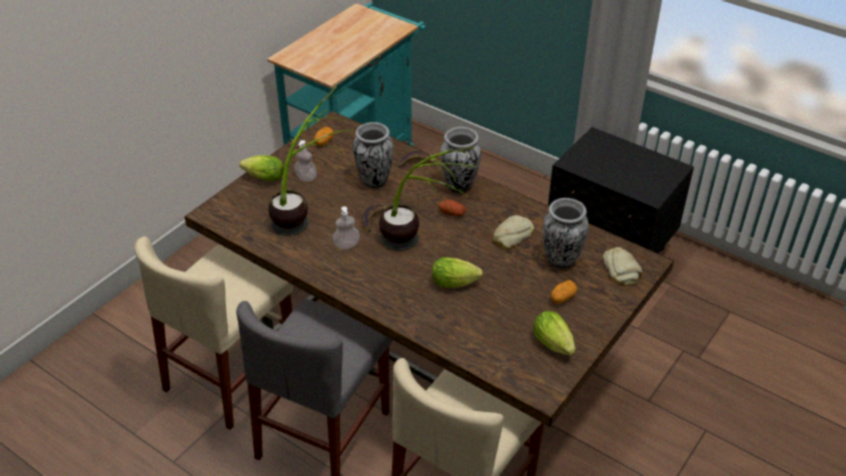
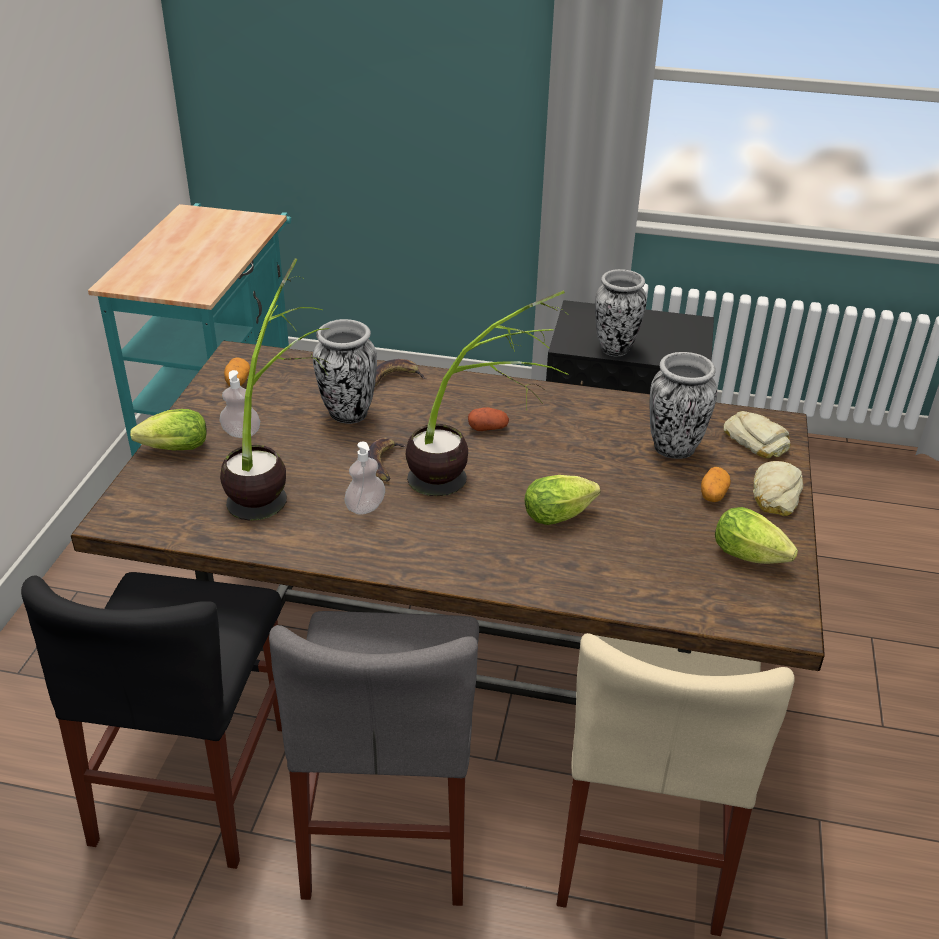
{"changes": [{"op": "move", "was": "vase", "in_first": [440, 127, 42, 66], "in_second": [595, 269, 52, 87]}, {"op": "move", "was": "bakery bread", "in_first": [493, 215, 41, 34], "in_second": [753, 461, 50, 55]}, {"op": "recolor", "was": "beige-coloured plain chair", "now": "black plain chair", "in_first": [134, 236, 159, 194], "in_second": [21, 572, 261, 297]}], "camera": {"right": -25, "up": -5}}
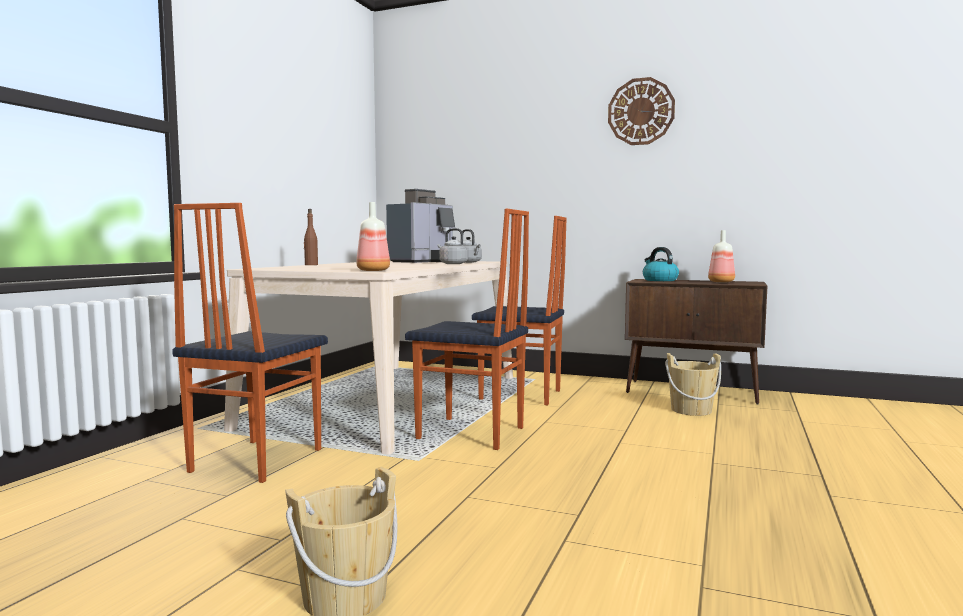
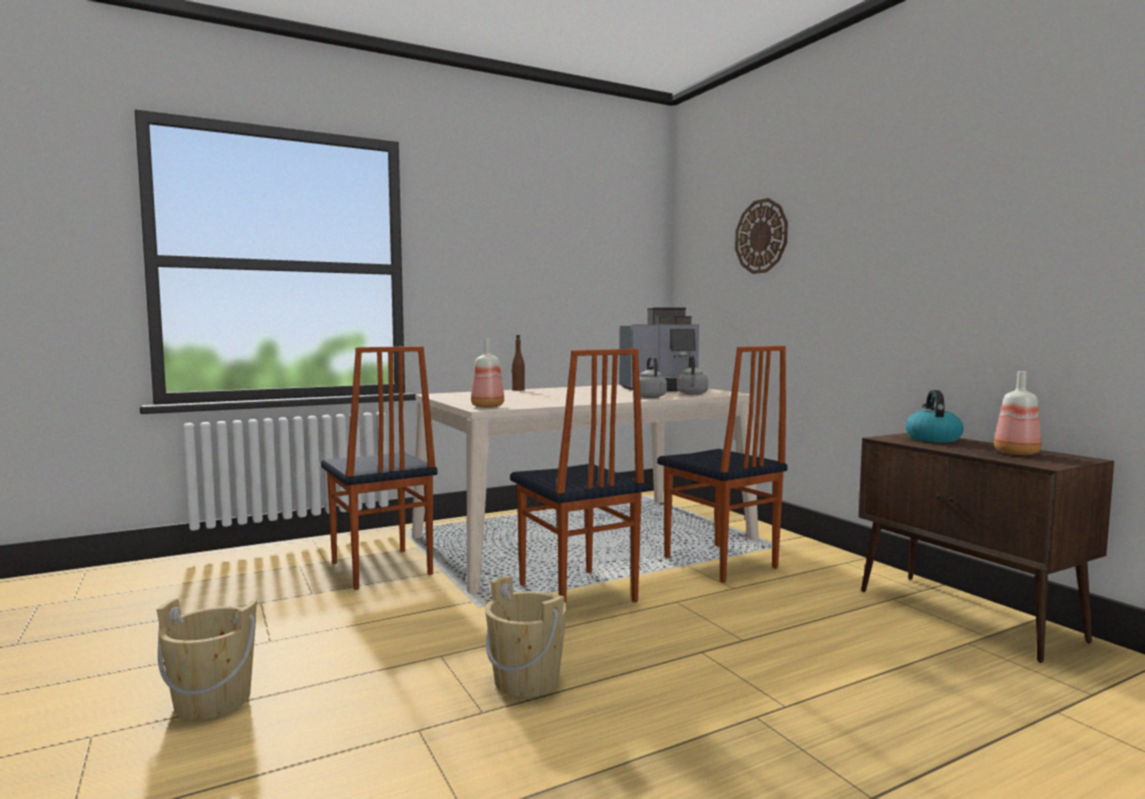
{"changes": [{"op": "move", "was": "wall clock", "in_first": [608, 77, 67, 68], "in_second": [735, 198, 53, 76]}, {"op": "move", "was": "beige-coloured bucket", "in_first": [665, 353, 56, 63], "in_second": [485, 575, 82, 122]}, {"op": "rotate", "was": "plain chair", "in_first": [172, 203, 156, 280], "in_second": [321, 346, 117, 244], "clockwise": -90}], "camera": {"right": 40, "up": 0}}
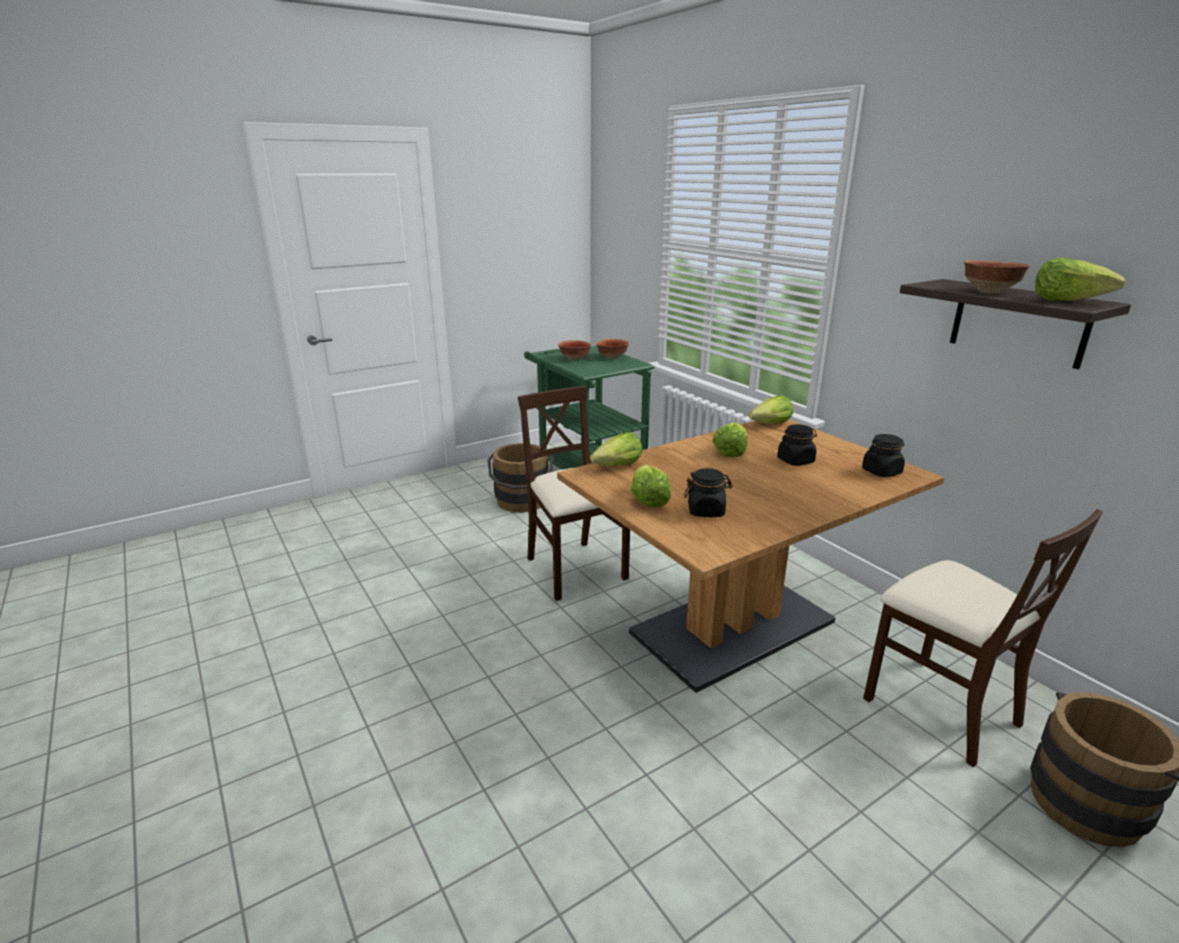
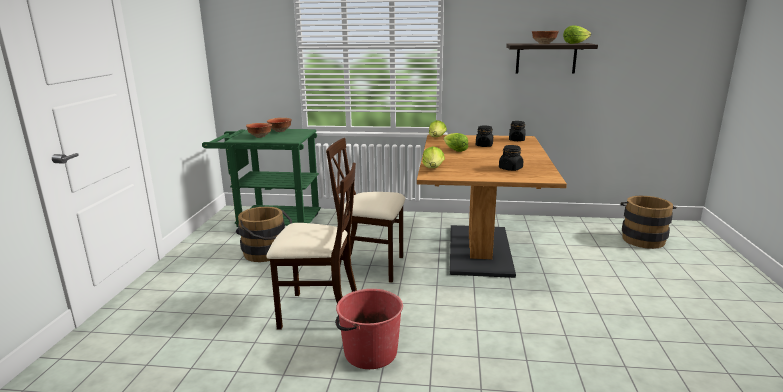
{"changes": [{"op": "delete", "was": "head of lettuce", "in_first": [631, 465, 40, 43]}, {"op": "insert", "now": "red-coloured bucket", "in_second": [335, 289, 68, 80]}, {"op": "move", "was": "beige-coloured plain chair", "in_first": [863, 509, 240, 258], "in_second": [267, 163, 90, 167]}], "camera": {"right": -50, "up": -5}}
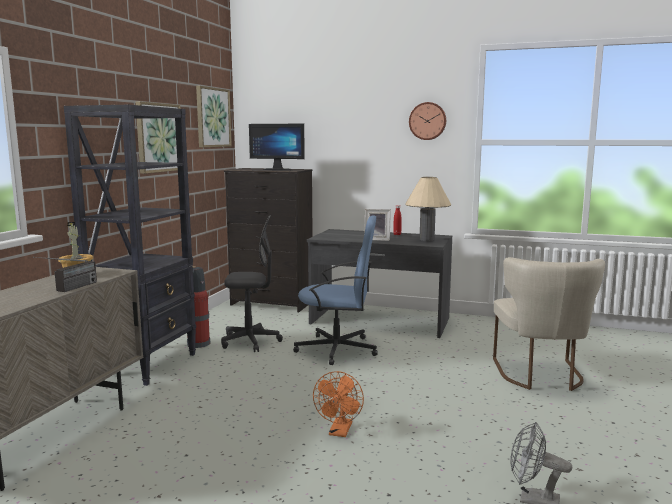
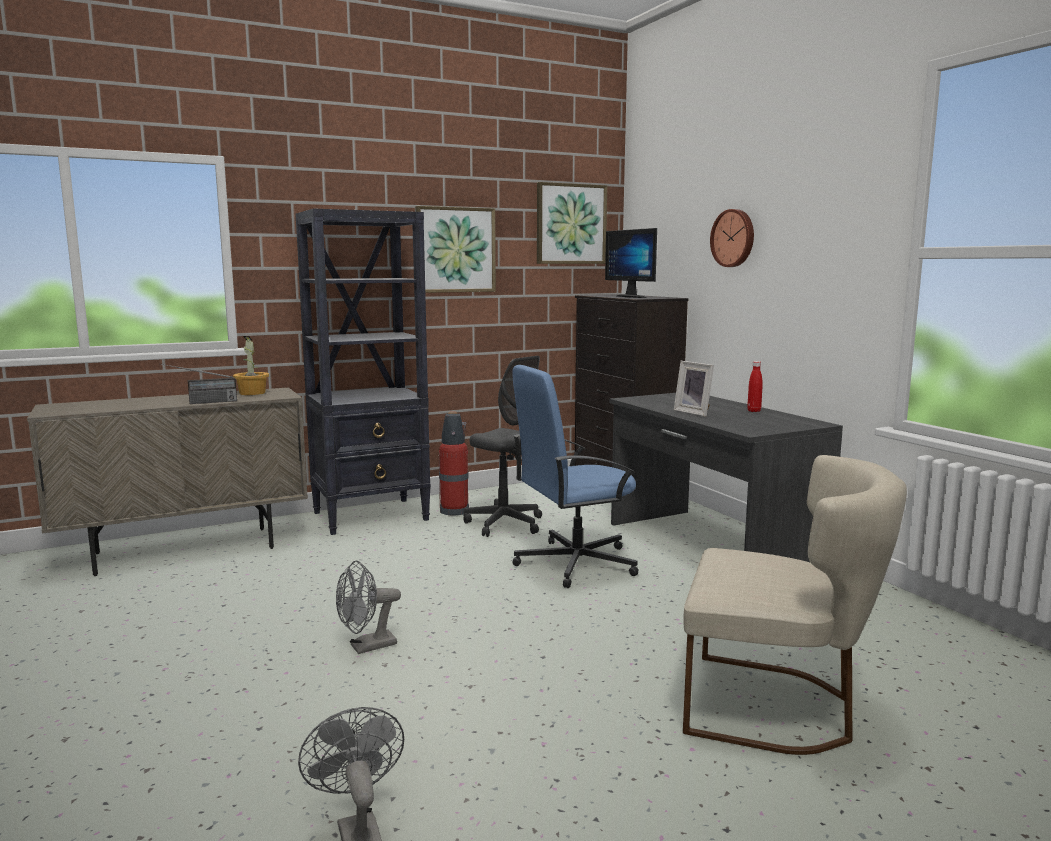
{"changes": [{"op": "delete", "was": "beige-coloured lamp for a table", "in_first": [405, 177, 46, 64]}, {"op": "move", "was": "wall clock", "in_first": [409, 102, 37, 38], "in_second": [710, 209, 44, 58]}, {"op": "recolor", "was": "orangey electric fan", "now": "grey electric fan", "in_first": [313, 371, 51, 66], "in_second": [336, 561, 65, 93]}, {"op": "rotate", "was": "blue-coloured computer chair", "in_first": [293, 215, 85, 150], "in_second": [512, 365, 127, 223], "clockwise": 105}, {"op": "rotate", "was": "beige-coloured plain chair", "in_first": [493, 257, 112, 134], "in_second": [683, 455, 224, 300], "clockwise": -120}], "camera": {"right": 45, "up": 0}}
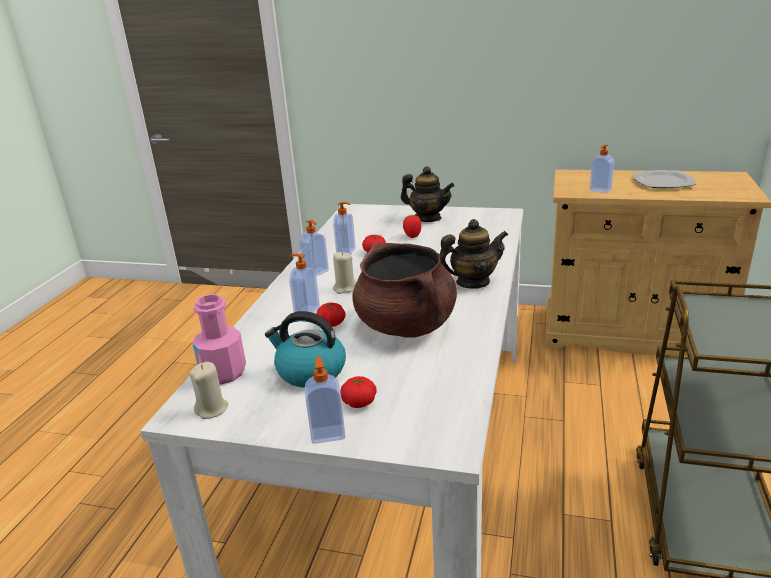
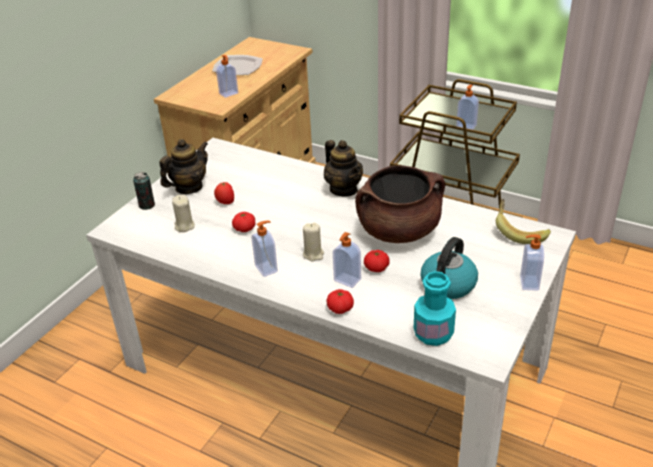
{"changes": [{"op": "insert", "now": "sealed can", "in_second": [133, 172, 22, 38]}, {"op": "insert", "now": "banana", "in_second": [496, 199, 55, 45]}, {"op": "move", "was": "beige-coloured candle", "in_first": [189, 362, 40, 57], "in_second": [172, 195, 23, 37]}, {"op": "move", "was": "soap dispenser", "in_first": [333, 202, 23, 53], "in_second": [456, 84, 23, 46]}, {"op": "move", "was": "whole tomato", "in_first": [340, 376, 37, 32], "in_second": [326, 289, 28, 25]}, {"op": "recolor", "was": "pink drink bottle", "now": "turquoise-coloured drink bottle", "in_first": [192, 294, 54, 91], "in_second": [414, 271, 42, 75]}, {"op": "rotate", "was": "tea pot", "in_first": [440, 219, 68, 70], "in_second": [324, 140, 39, 57], "clockwise": 150}], "camera": {"right": -75, "up": 10}}
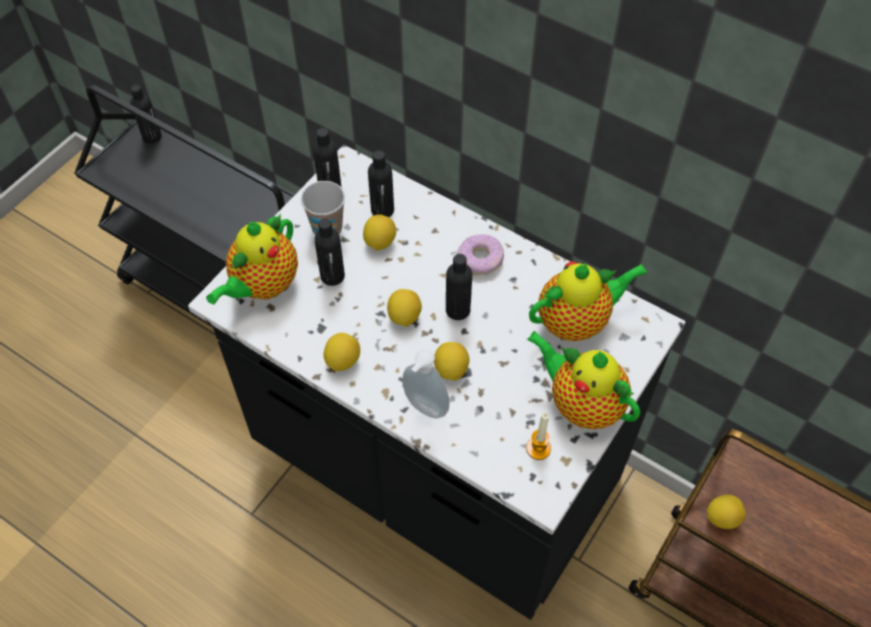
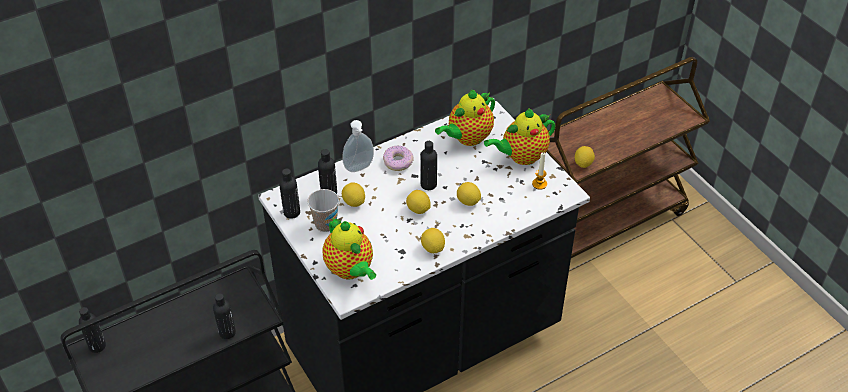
{"changes": [{"op": "move", "was": "black drink bottle", "in_first": [314, 219, 31, 67], "in_second": [213, 293, 23, 46]}, {"op": "move", "was": "soap dispenser", "in_first": [402, 349, 48, 70], "in_second": [342, 120, 32, 52]}, {"op": "rotate", "was": "tea pot", "in_first": [529, 261, 119, 80], "in_second": [435, 90, 60, 56], "clockwise": -135}], "camera": {"right": -65, "up": -10}}
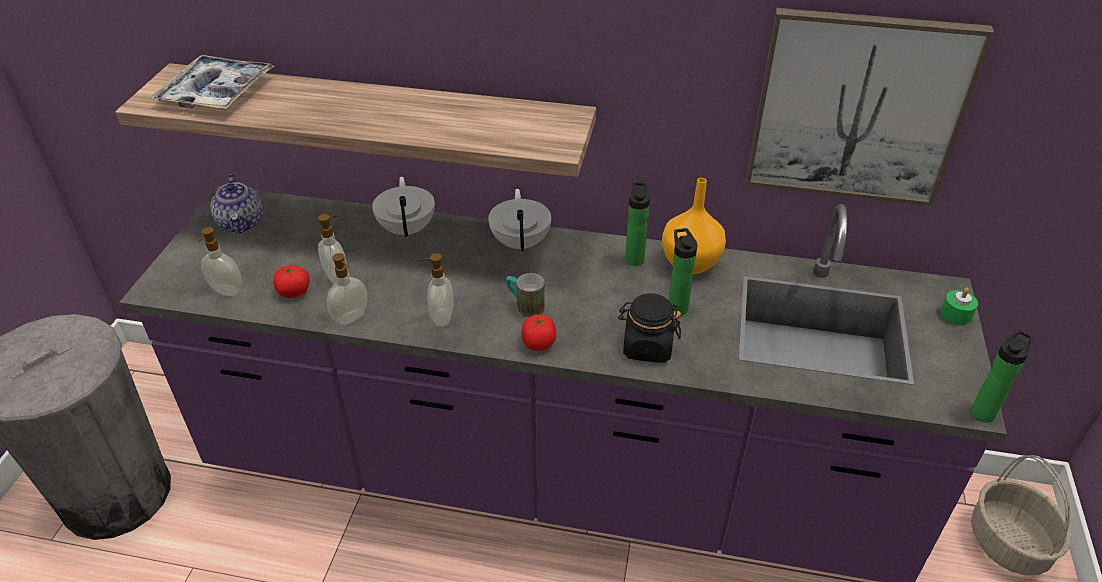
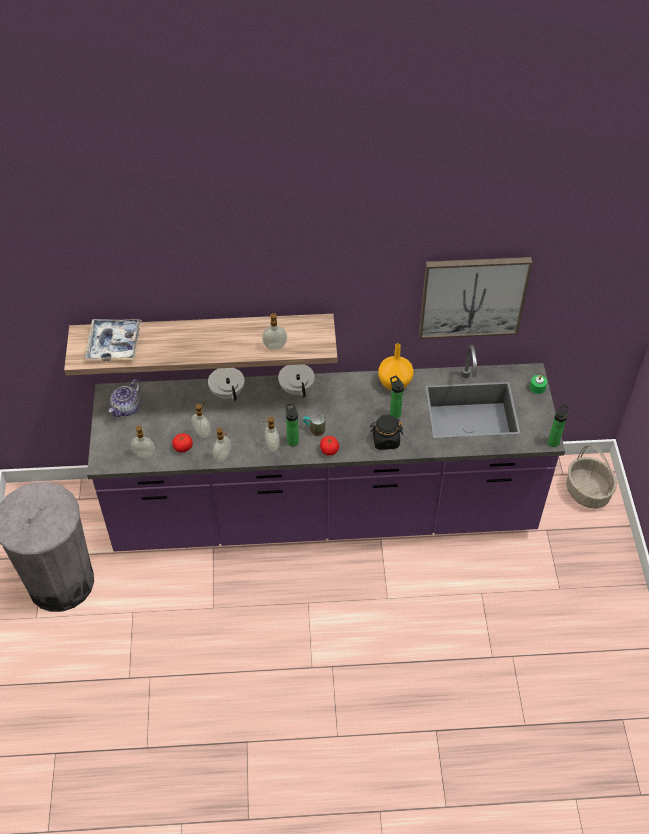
{"changes": [{"op": "insert", "now": "soap dispenser", "in_second": [262, 313, 25, 37]}, {"op": "move", "was": "drink bottle", "in_first": [625, 182, 25, 84], "in_second": [286, 403, 13, 44]}, {"op": "rotate", "was": "tea pot", "in_first": [210, 174, 53, 60], "in_second": [109, 379, 32, 38], "clockwise": 60}], "camera": {"right": -15, "up": 10}}
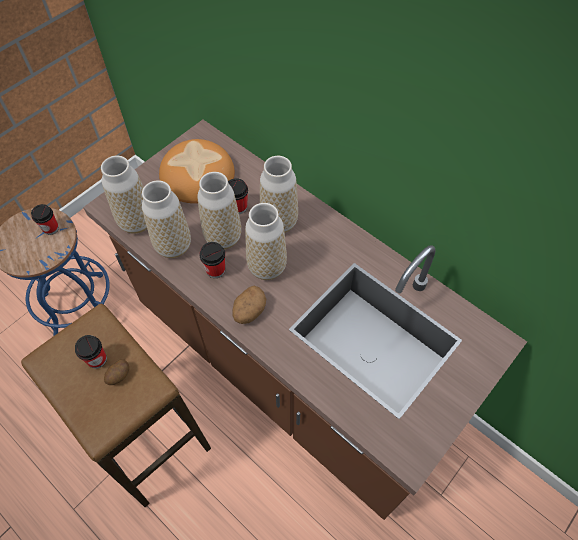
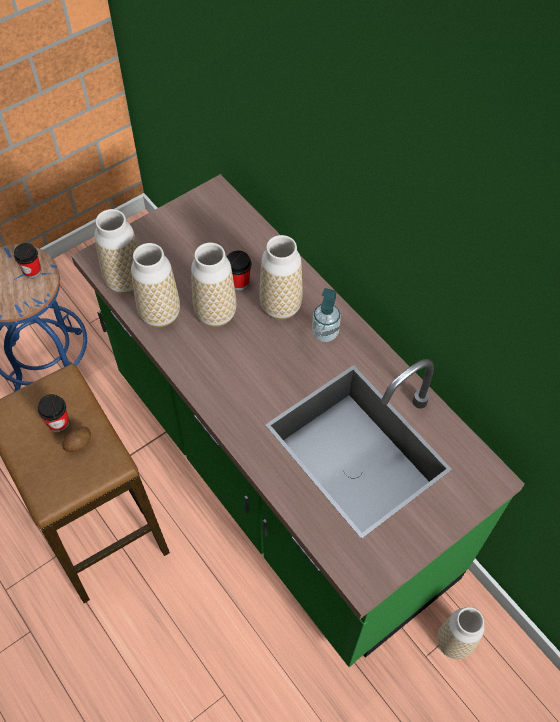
{"changes": [{"op": "delete", "was": "bakery bread", "in_first": [159, 139, 76, 65]}, {"op": "delete", "was": "small cup", "in_first": [199, 242, 26, 36]}, {"op": "delete", "was": "spud", "in_first": [232, 286, 34, 38]}, {"op": "insert", "now": "soap dispenser", "in_second": [312, 288, 29, 54]}, {"op": "move", "was": "vase", "in_first": [245, 203, 42, 77], "in_second": [437, 607, 48, 52]}, {"op": "recolor", "was": "brown counter", "now": "greenish counter", "in_first": [83, 120, 444, 400], "in_second": [71, 174, 454, 493]}], "camera": {"right": 10, "up": 0}}
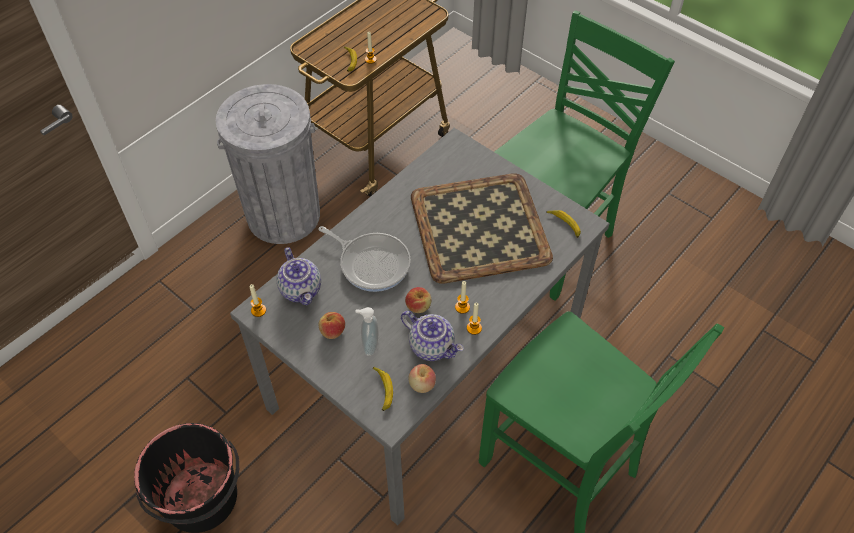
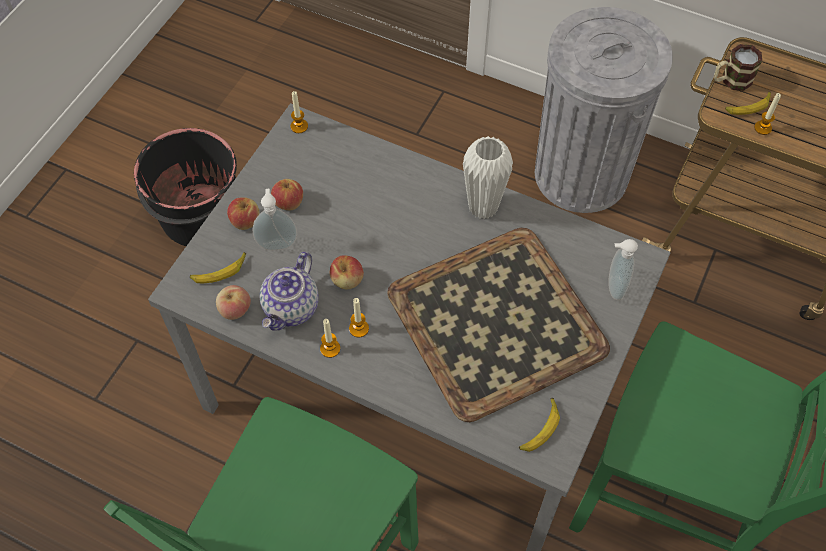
{"changes": [{"op": "delete", "was": "tea pot", "in_first": [277, 247, 44, 58]}, {"op": "delete", "was": "pan", "in_first": [318, 226, 93, 66]}, {"op": "insert", "now": "apple", "in_second": [227, 197, 33, 33]}, {"op": "insert", "now": "whitish vase", "in_second": [463, 136, 50, 83]}, {"op": "insert", "now": "soap dispenser", "in_second": [609, 239, 29, 61]}, {"op": "insert", "now": "mug", "in_second": [714, 44, 48, 47]}], "camera": {"right": 75, "up": 5}}
